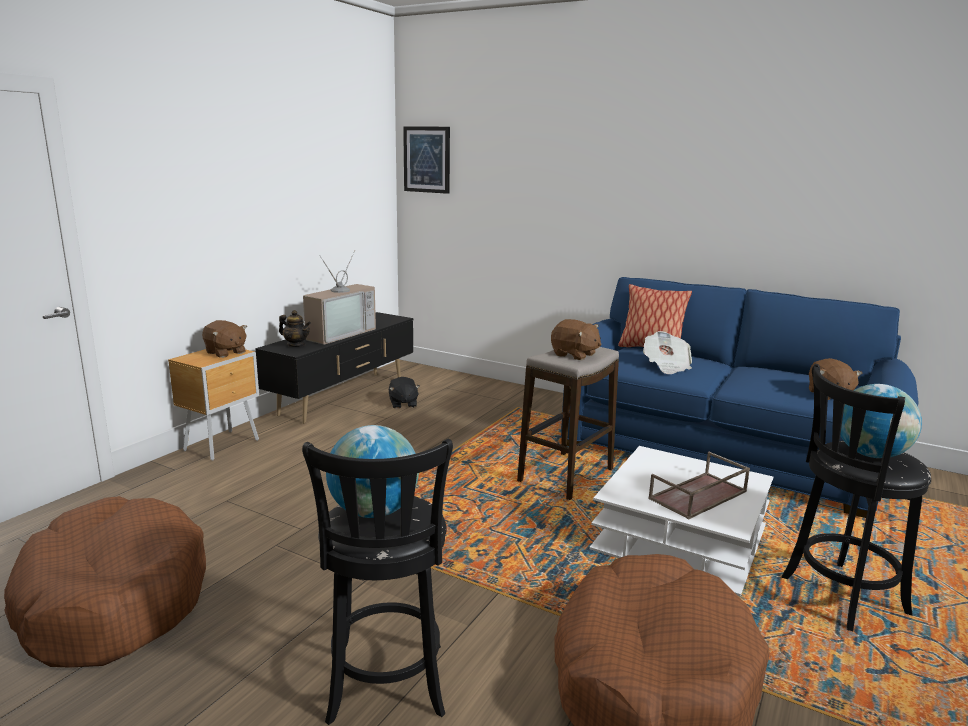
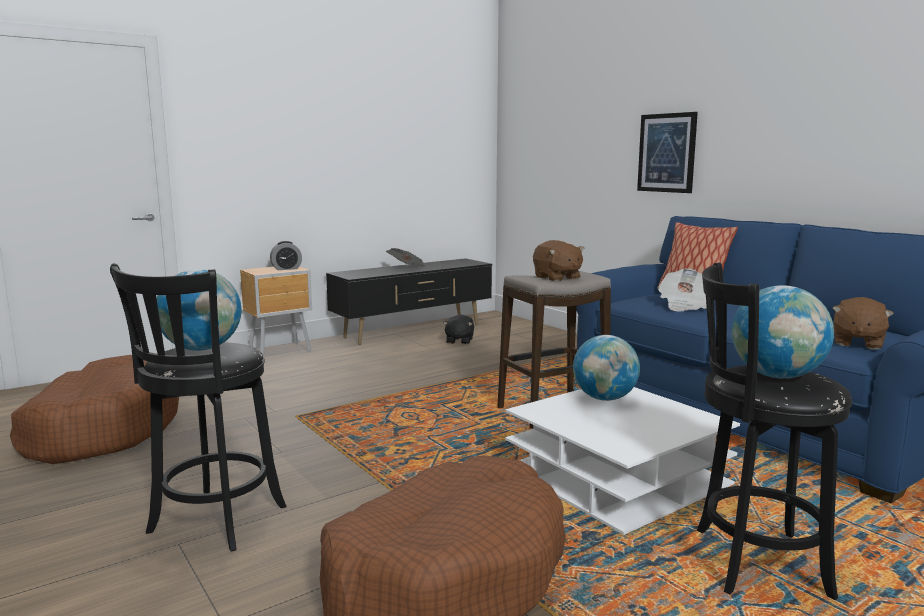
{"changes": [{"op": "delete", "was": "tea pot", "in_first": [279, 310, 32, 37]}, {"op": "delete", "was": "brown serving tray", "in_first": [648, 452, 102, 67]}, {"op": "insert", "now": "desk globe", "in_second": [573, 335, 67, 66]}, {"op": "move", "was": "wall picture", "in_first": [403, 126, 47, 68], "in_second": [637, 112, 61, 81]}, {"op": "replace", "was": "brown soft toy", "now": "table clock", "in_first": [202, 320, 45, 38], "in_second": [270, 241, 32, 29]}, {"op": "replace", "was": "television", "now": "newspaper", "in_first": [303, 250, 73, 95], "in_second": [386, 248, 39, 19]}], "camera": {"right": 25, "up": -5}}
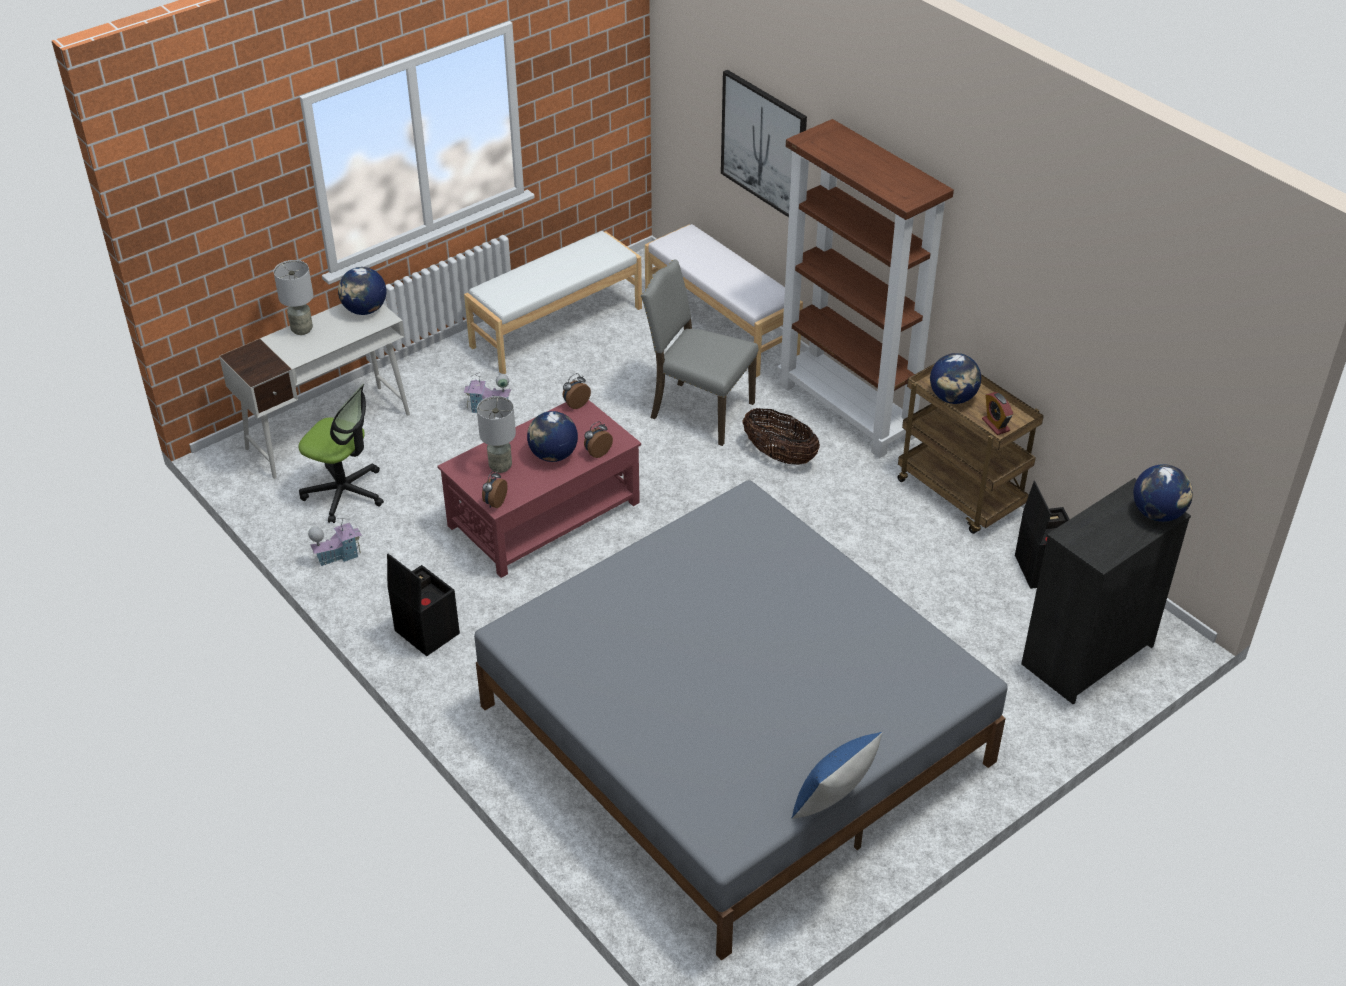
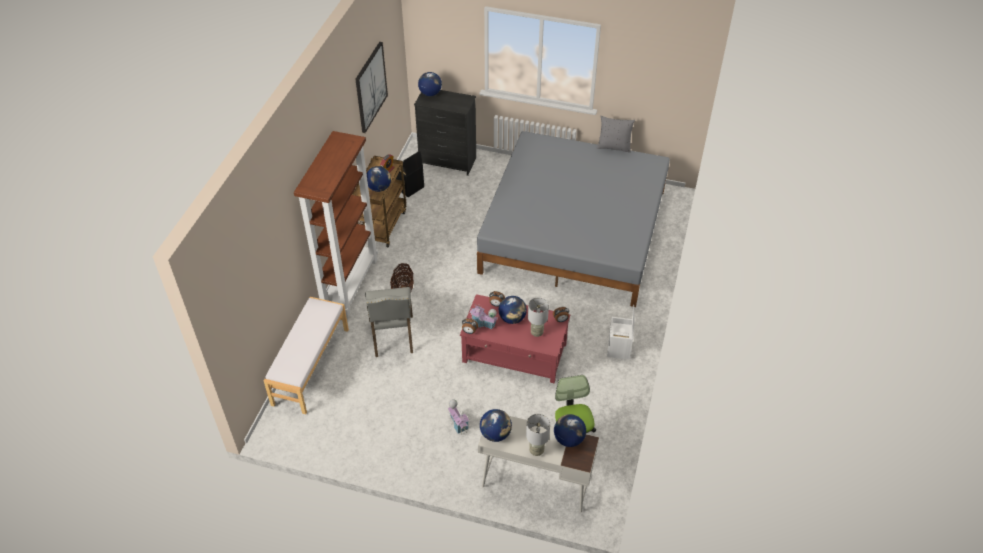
{"changes": [{"op": "delete", "was": "whitish bench", "in_first": [464, 231, 178, 143]}, {"op": "insert", "now": "desk globe", "in_second": [554, 414, 32, 33]}, {"op": "move", "was": "toy house", "in_first": [308, 518, 54, 48], "in_second": [469, 306, 29, 23]}, {"op": "move", "was": "wall picture", "in_first": [721, 70, 86, 147], "in_second": [355, 42, 33, 91]}, {"op": "recolor", "was": "black storage box", "now": "whitish storage box", "in_first": [387, 554, 73, 102], "in_second": [607, 305, 28, 55]}, {"op": "recolor", "was": "blue-coloured throw pillow", "now": "grey throw pillow", "in_first": [792, 732, 90, 87], "in_second": [597, 116, 38, 37]}], "camera": {"right": -125, "up": 5}}
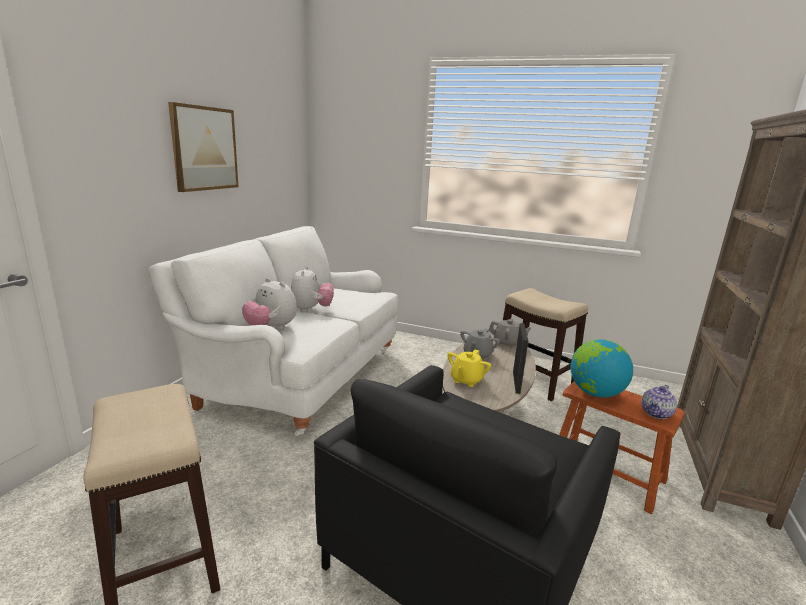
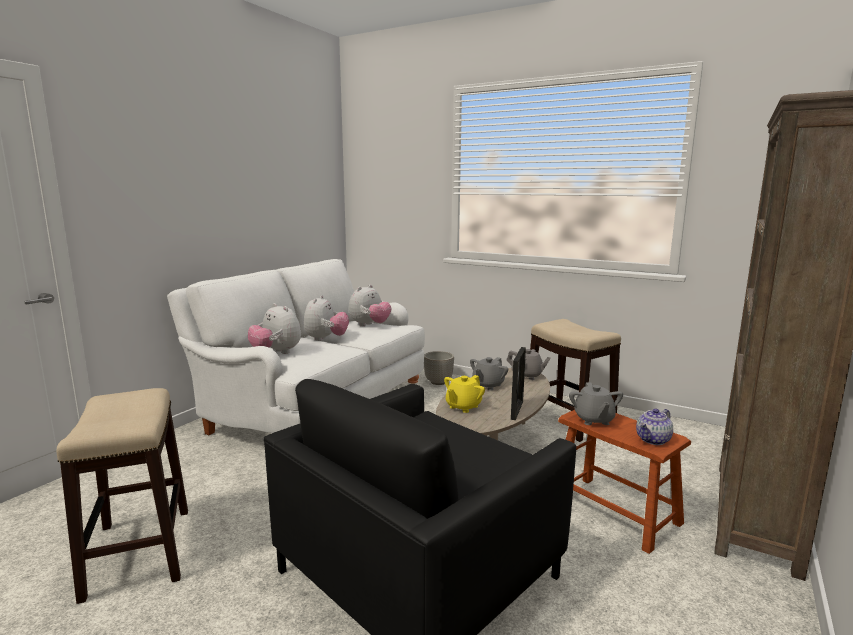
{"changes": [{"op": "delete", "was": "wall picture", "in_first": [168, 102, 70, 90]}, {"op": "insert", "now": "soft toy", "in_second": [349, 284, 42, 42]}, {"op": "insert", "now": "plant pot", "in_second": [424, 351, 30, 34]}, {"op": "replace", "was": "desk globe", "now": "grey tea pot", "in_first": [571, 339, 62, 59], "in_second": [569, 382, 54, 43]}], "camera": {"right": 10, "up": -5}}
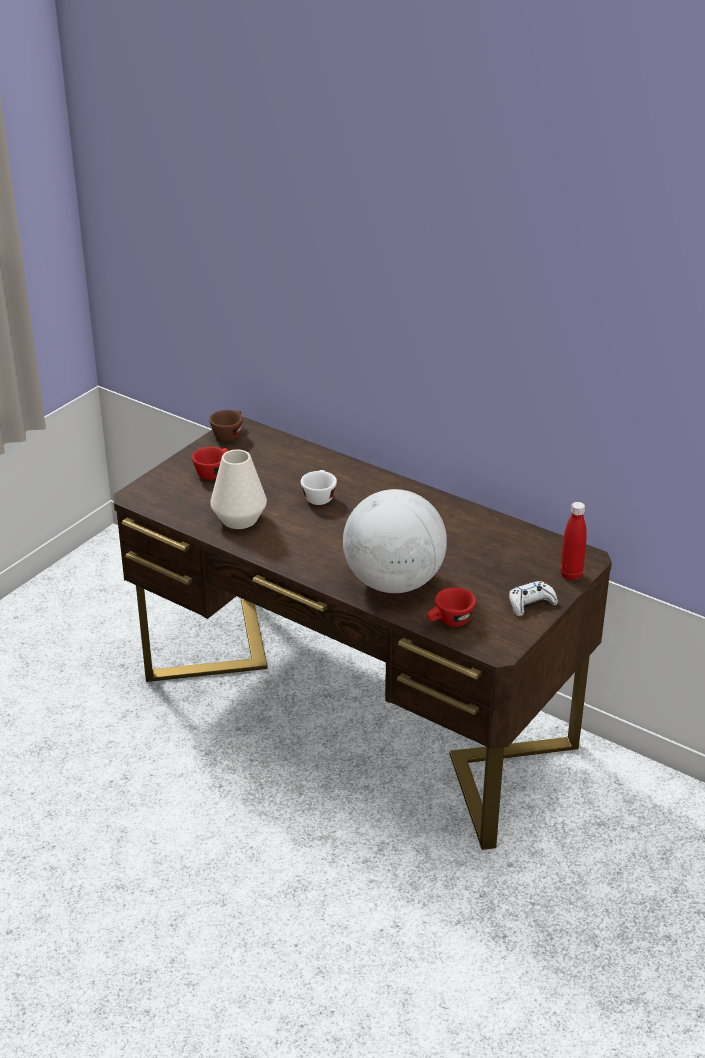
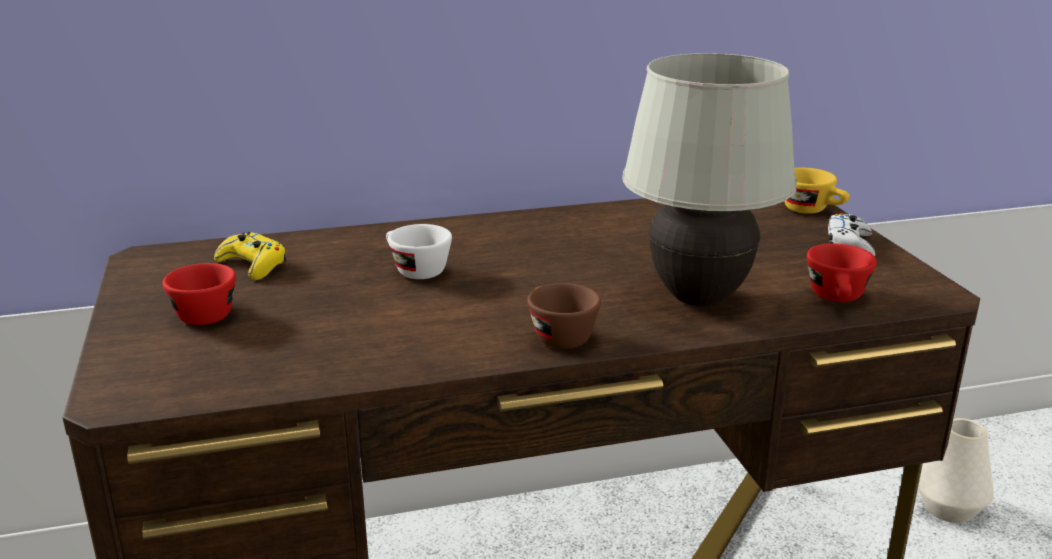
{"changes": [{"op": "insert", "now": "yellow joypad", "in_second": [214, 232, 72, 48]}, {"op": "move", "was": "brown small cup", "in_first": [209, 410, 34, 31], "in_second": [527, 283, 74, 66]}, {"op": "move", "was": "whitish vase", "in_first": [210, 449, 57, 80], "in_second": [918, 418, 76, 105]}, {"op": "replace", "was": "desk globe", "now": "whitish lamp for a table", "in_first": [343, 489, 104, 104], "in_second": [622, 53, 175, 253]}, {"op": "replace", "was": "red-coloured drink bottle", "now": "yellow small cup", "in_first": [560, 502, 27, 78], "in_second": [784, 168, 66, 46]}], "camera": {"right": -50, "up": -10}}
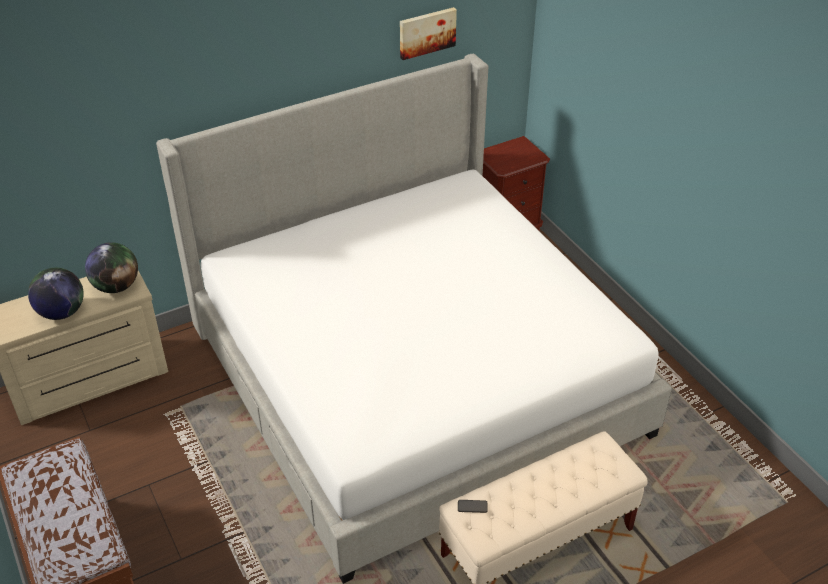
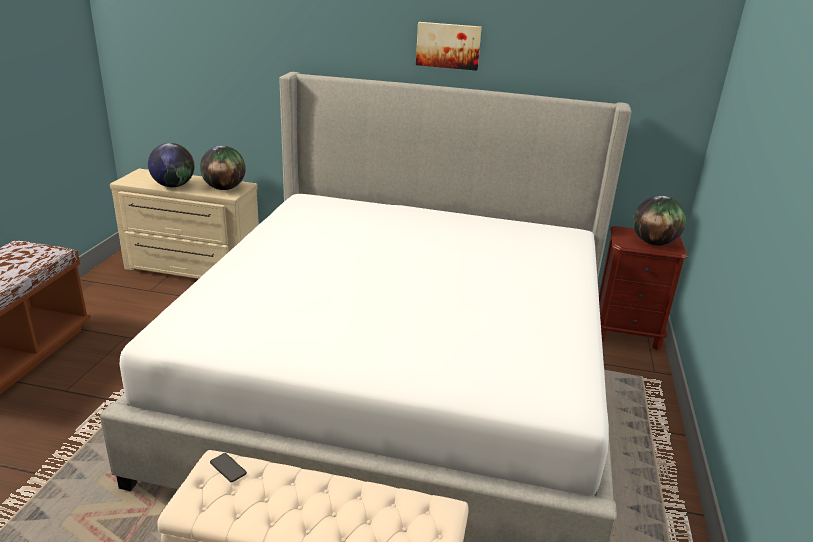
{"changes": [{"op": "insert", "now": "desk globe", "in_second": [633, 195, 53, 50]}, {"op": "move", "was": "wall picture", "in_first": [400, 7, 57, 53], "in_second": [416, 22, 66, 49]}], "camera": {"right": 40, "up": -15}}
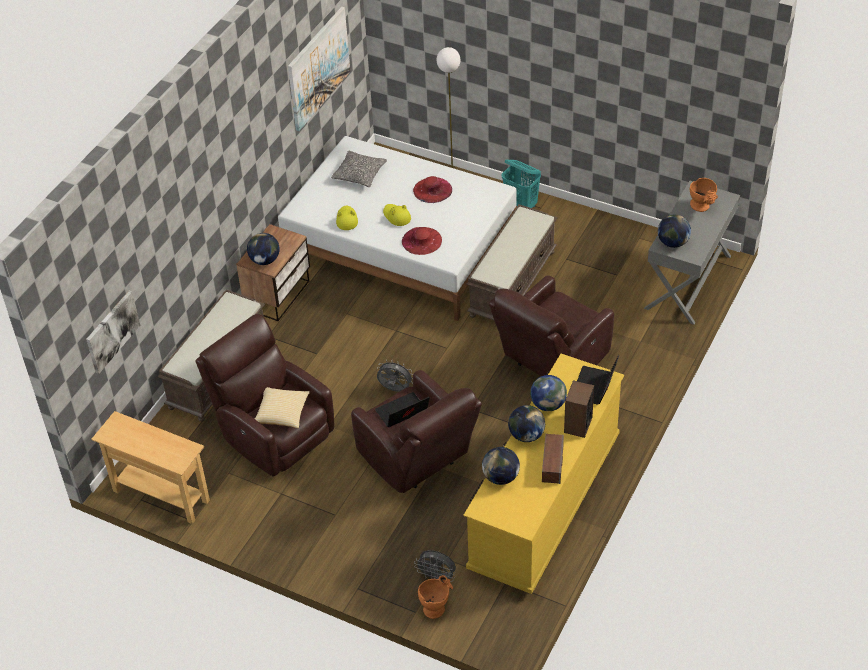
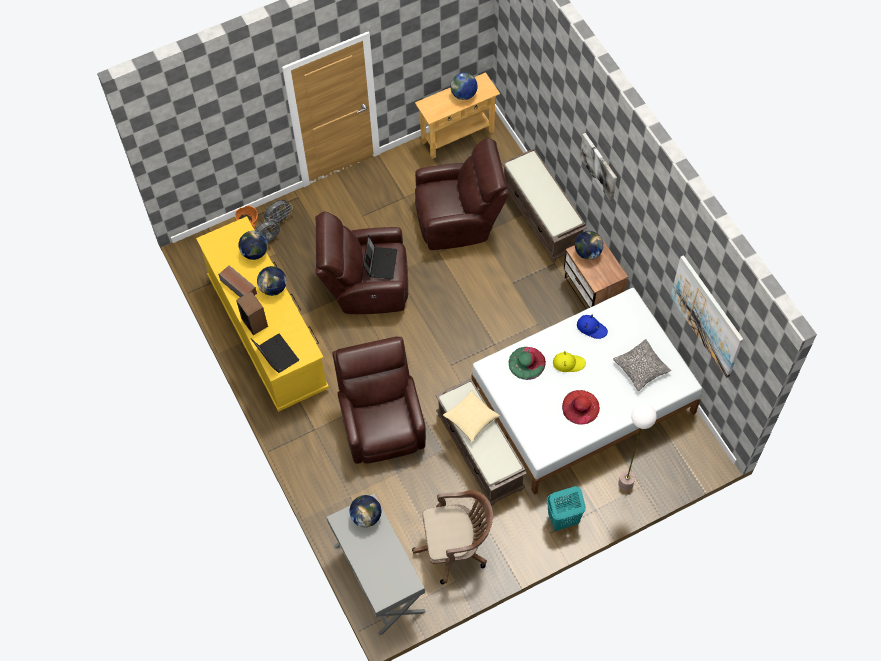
{"changes": [{"op": "delete", "was": "orangey vase", "in_first": [690, 178, 28, 34]}, {"op": "insert", "now": "brown computer chair", "in_second": [412, 490, 81, 94]}, {"op": "move", "was": "wall picture", "in_first": [86, 291, 54, 83], "in_second": [580, 133, 37, 68]}, {"op": "move", "was": "throw pillow", "in_first": [255, 387, 55, 41], "in_second": [443, 390, 57, 52]}, {"op": "move", "was": "grey electric fan", "in_first": [377, 360, 36, 32], "in_second": [264, 200, 28, 25]}, {"op": "move", "was": "desk globe", "in_first": [530, 375, 37, 36], "in_second": [450, 73, 28, 27]}, {"op": "recolor", "was": "yellow clothing hat", "now": "blue-coloured clothing hat", "in_first": [336, 206, 22, 24], "in_second": [577, 315, 31, 24]}, {"op": "recolor", "was": "red-coloured clothing hat", "now": "greenish clothing hat", "in_first": [402, 227, 40, 28], "in_second": [509, 347, 37, 33]}], "camera": {"right": 125, "up": 15}}
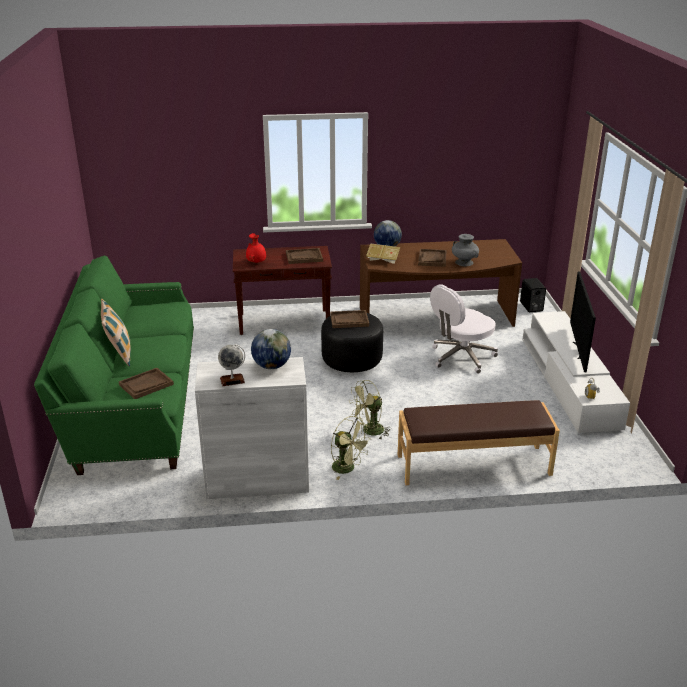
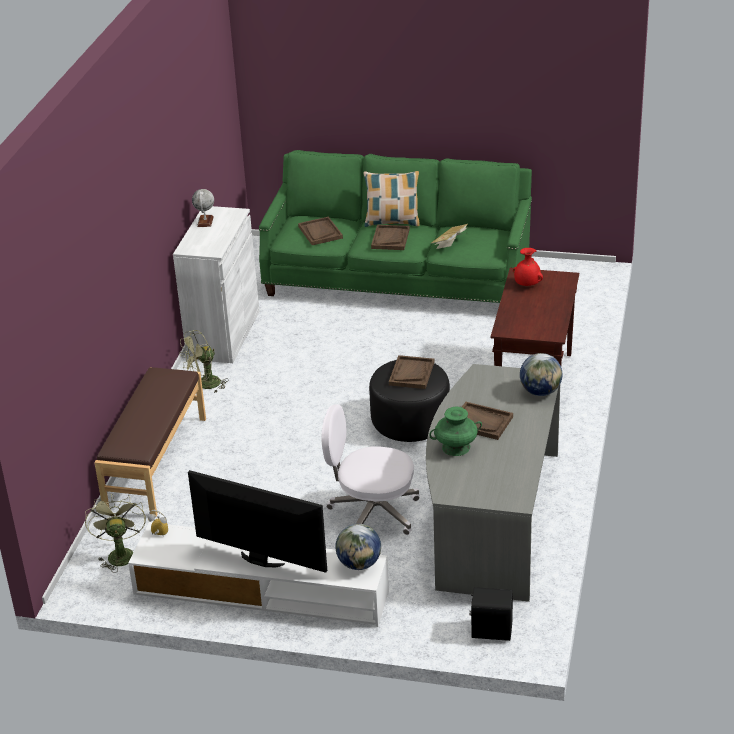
{"changes": [{"op": "move", "was": "desk globe", "in_first": [251, 329, 40, 40], "in_second": [335, 524, 46, 46]}, {"op": "move", "was": "brown serving tray", "in_first": [286, 248, 37, 16], "in_second": [371, 225, 39, 25]}, {"op": "move", "was": "greenish electric fan", "in_first": [349, 380, 42, 60], "in_second": [85, 494, 61, 79]}, {"op": "move", "was": "book", "in_first": [366, 243, 34, 21], "in_second": [431, 224, 36, 25]}, {"op": "recolor", "was": "brown desk unit", "now": "grey desk unit", "in_first": [360, 239, 162, 88], "in_second": [426, 364, 134, 238]}, {"op": "recolor", "was": "grey vase", "now": "greenish vase", "in_first": [452, 234, 27, 32], "in_second": [429, 407, 53, 49]}, {"op": "rotate", "was": "whitish computer chair", "in_first": [430, 284, 68, 90], "in_second": [321, 404, 99, 131], "clockwise": -60}], "camera": {"right": 110, "up": 5}}
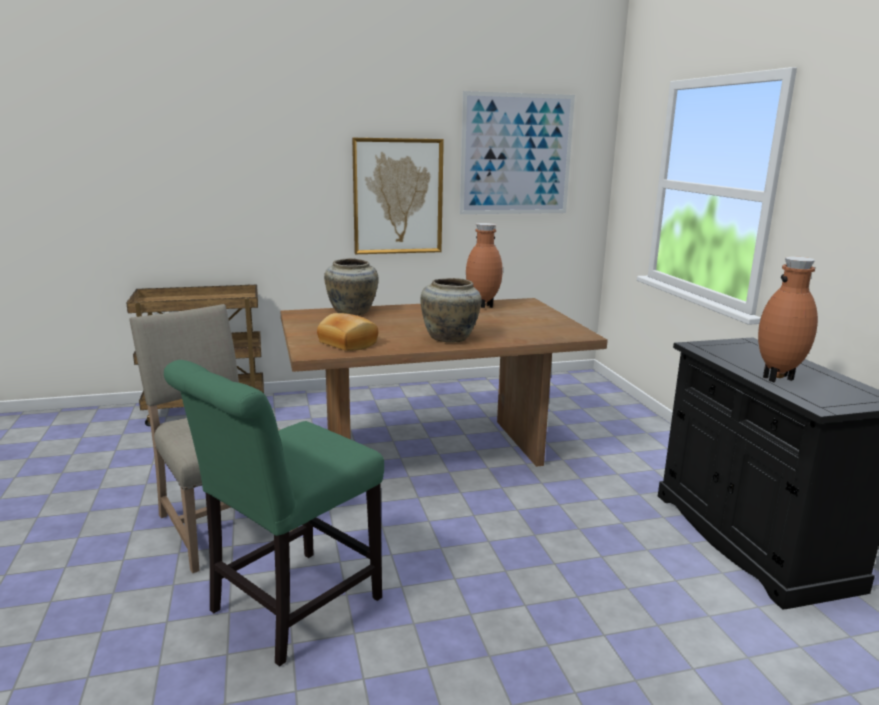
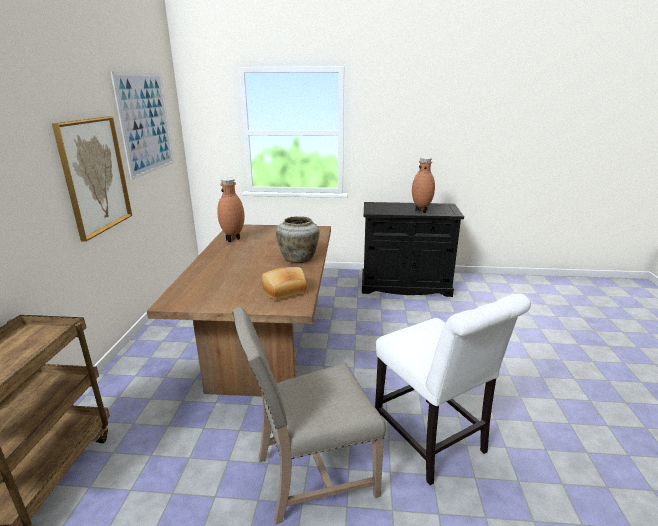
{"changes": [{"op": "delete", "was": "beige-coloured vase", "in_first": [324, 259, 54, 56]}, {"op": "recolor", "was": "greenish plain chair", "now": "whitish plain chair", "in_first": [164, 360, 220, 306], "in_second": [375, 293, 156, 192]}], "camera": {"right": -70, "up": 5}}
